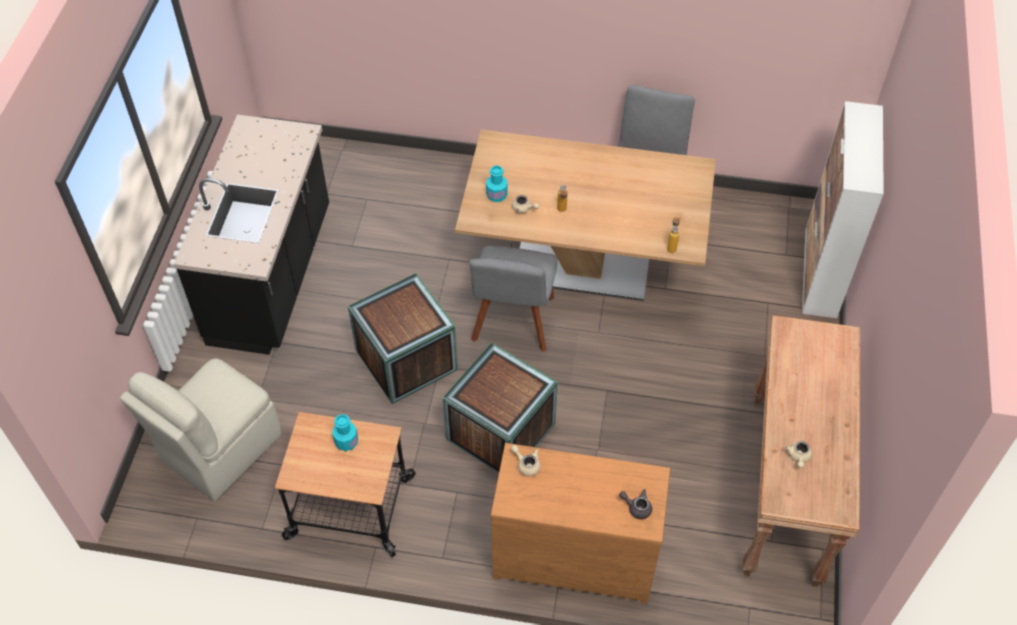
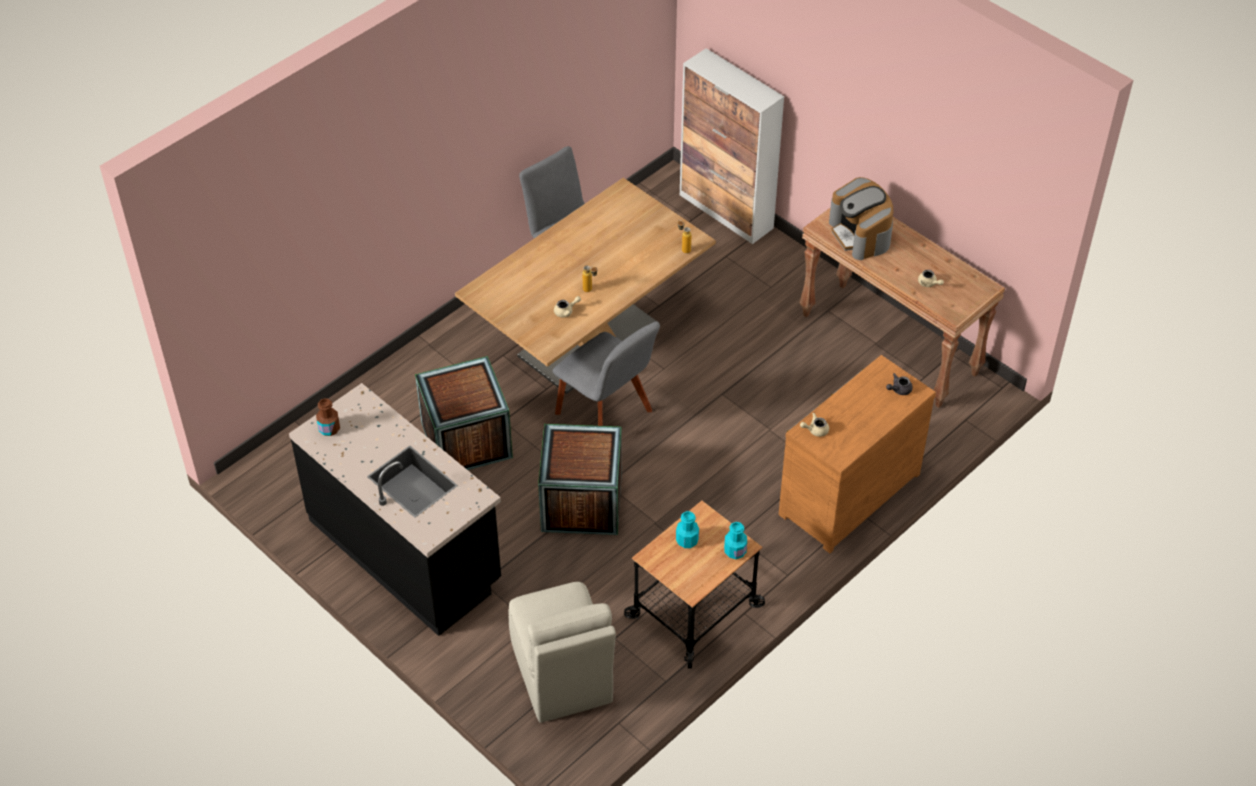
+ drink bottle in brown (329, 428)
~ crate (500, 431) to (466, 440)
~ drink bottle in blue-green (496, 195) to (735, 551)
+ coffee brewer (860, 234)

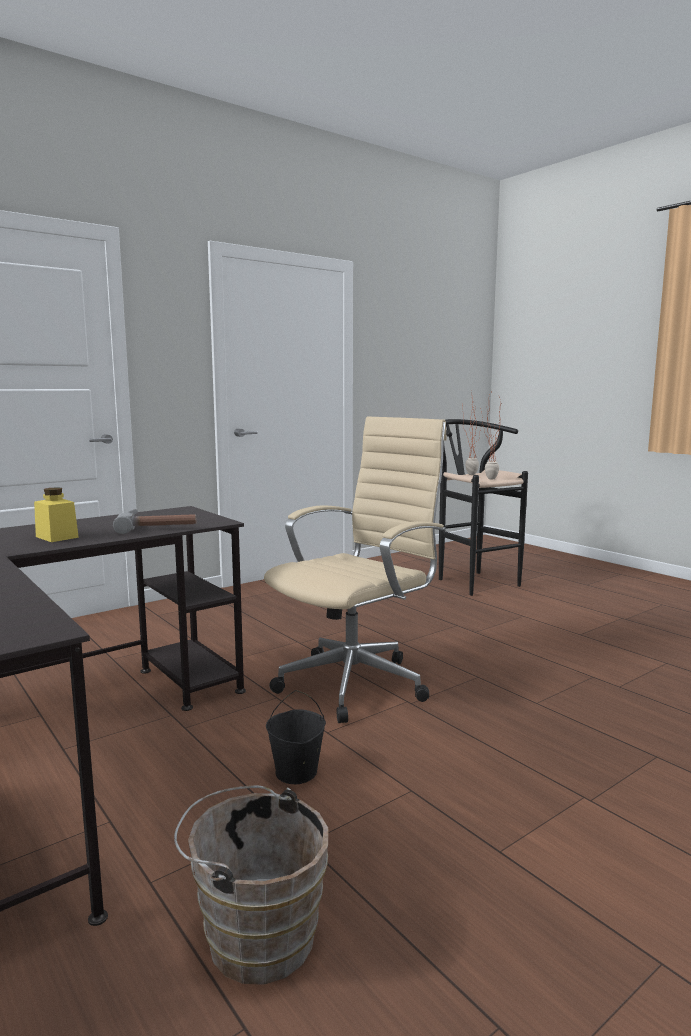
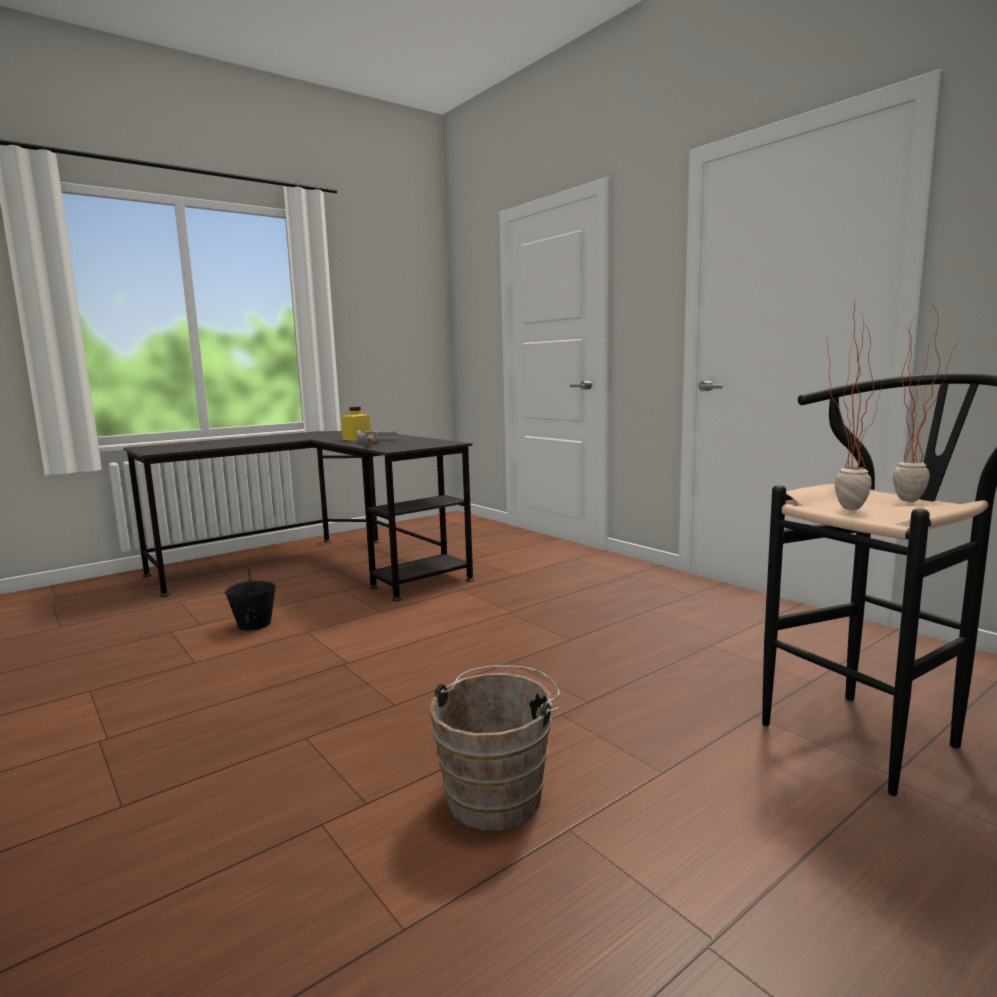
~ bucket in brown (254, 935) to (498, 794)
- computer chair in sand-coloured (357, 682)

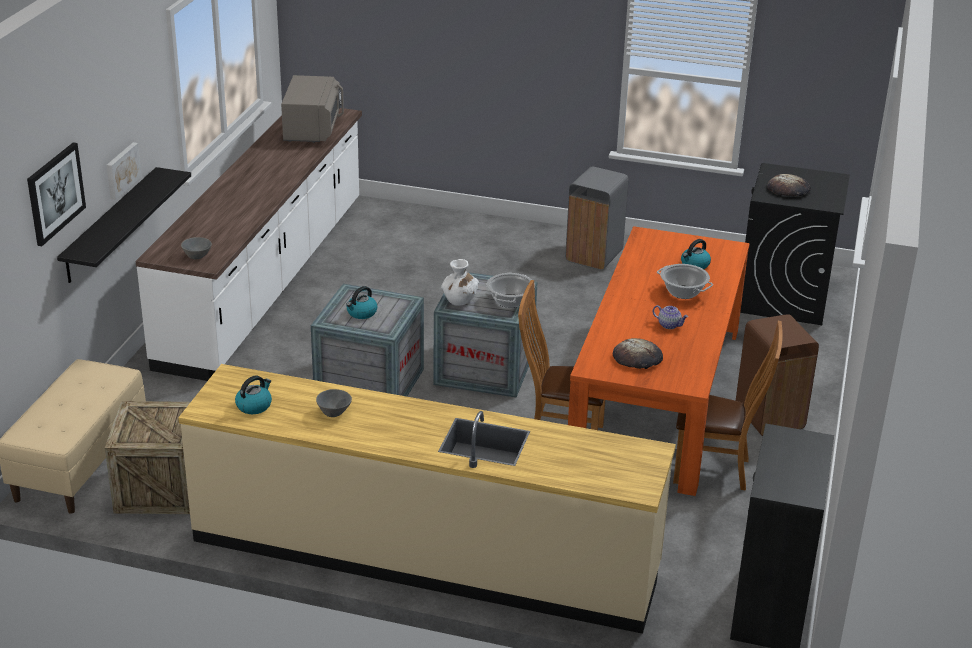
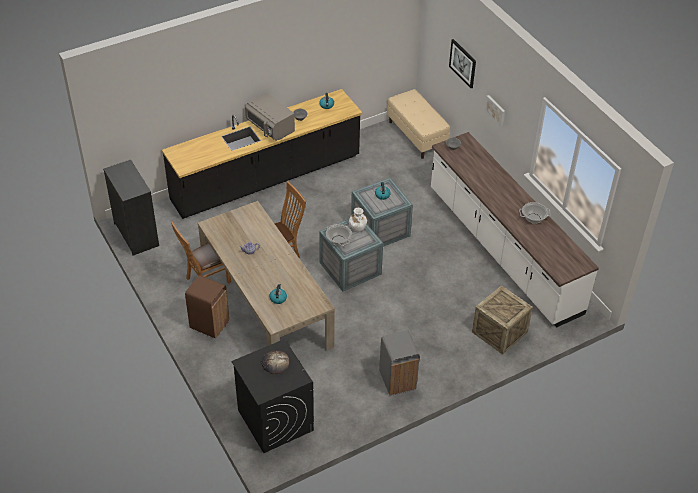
~ counter in sand-coloured (425, 555) to counter in blackish (266, 179)
~ dinner table in orange-coloured (657, 396) to dinner table in sand-coloured (266, 303)
~ kitchen microwave in grey (313, 129) to (270, 128)
~ crate (161, 489) to (499, 332)
~ cooking pot (683, 292) to (533, 218)
- bracket shelf in blackish (111, 225)
- baked bread (637, 358)

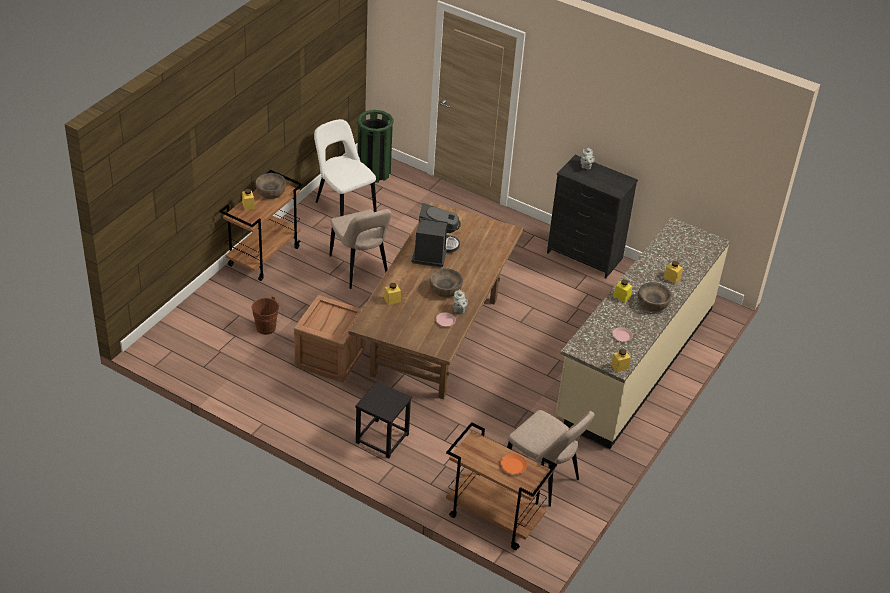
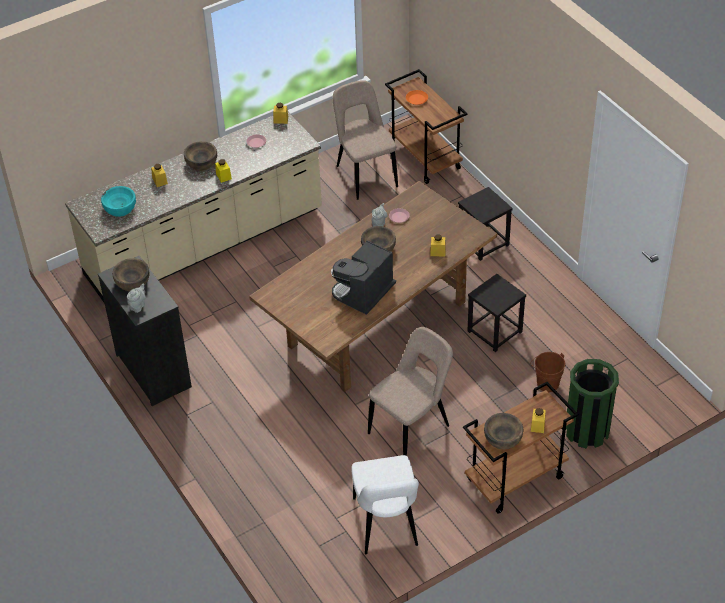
+ deep dish in blue-green (120, 208)
+ deep dish in brown (132, 281)
~ upright chair in sand-coloured (360, 269) = (412, 427) 45 degrees clockwise
~ crate (330, 357) to sitting stool in blackish (495, 332)
~ trash can in greenish (373, 172) to (587, 430)

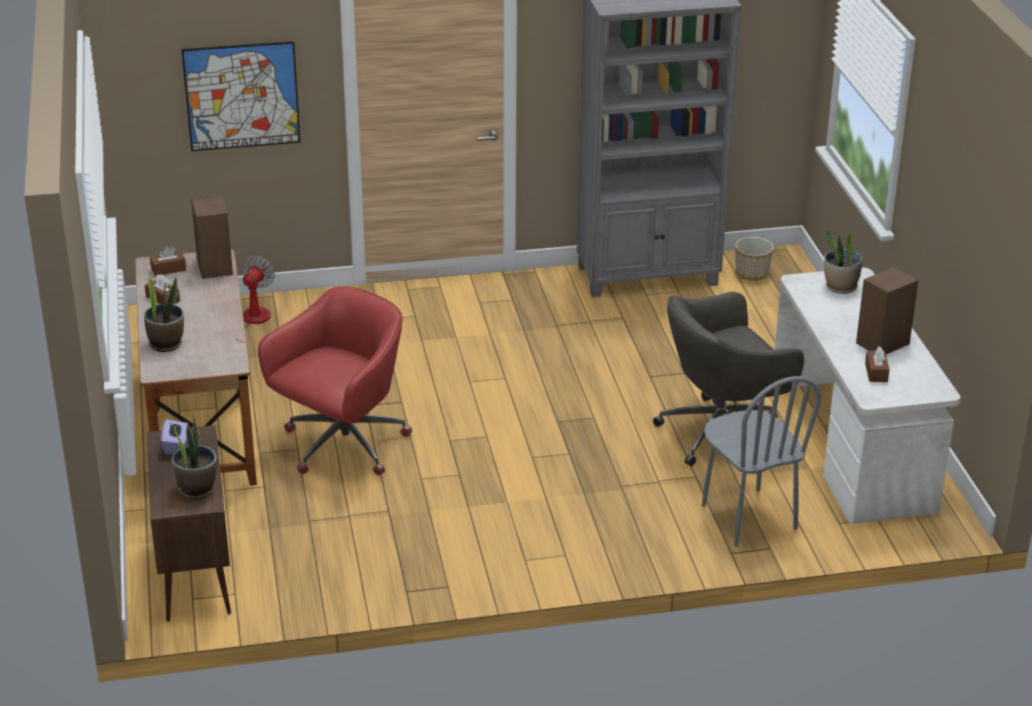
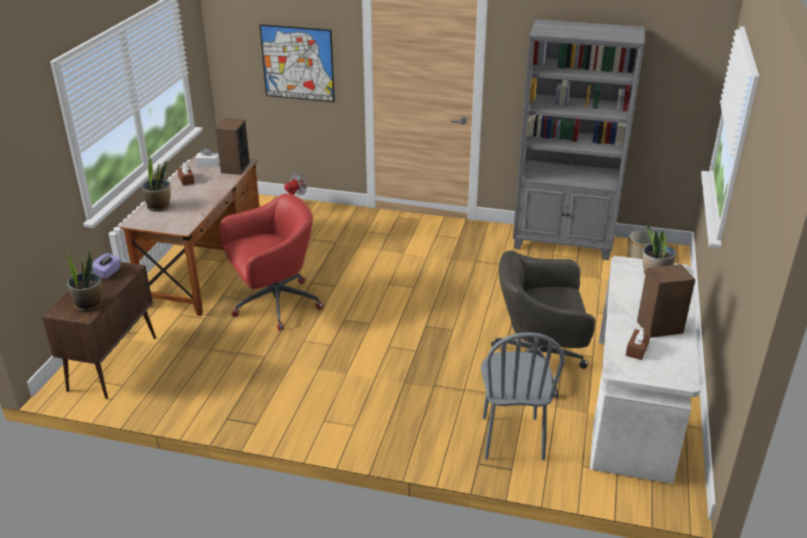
~ tissue box in brown (168, 269) to tissue box in whitish (208, 163)

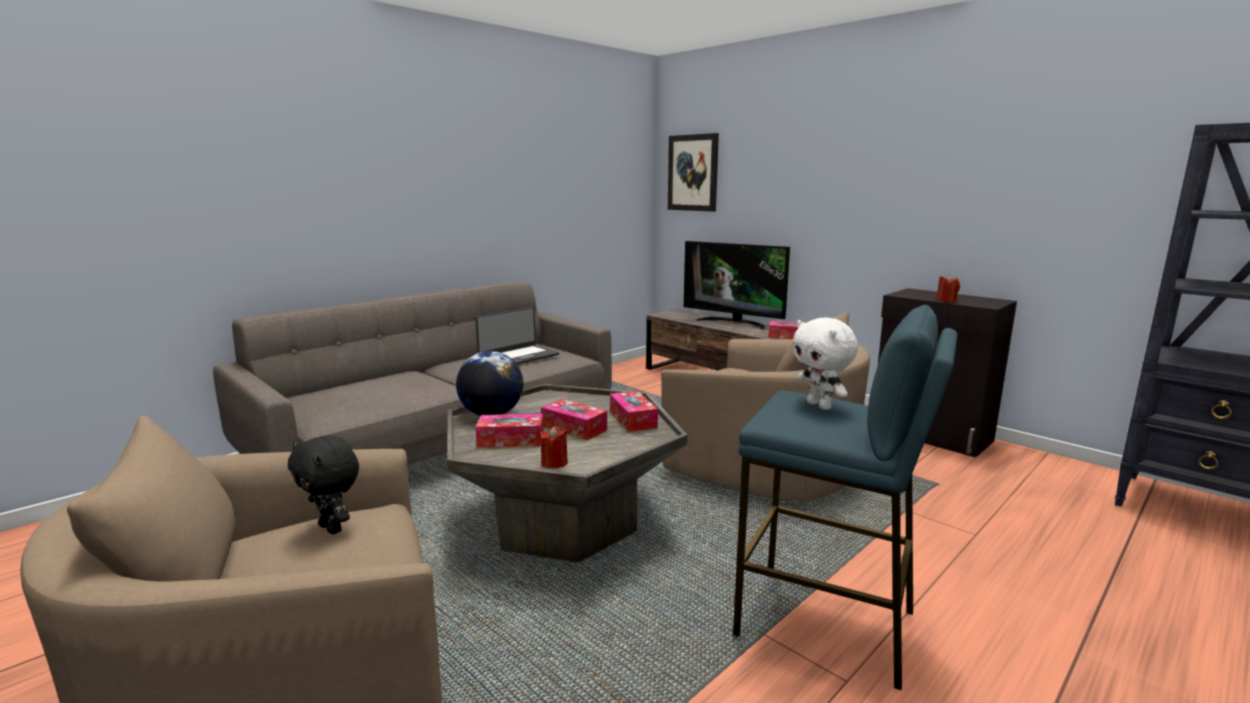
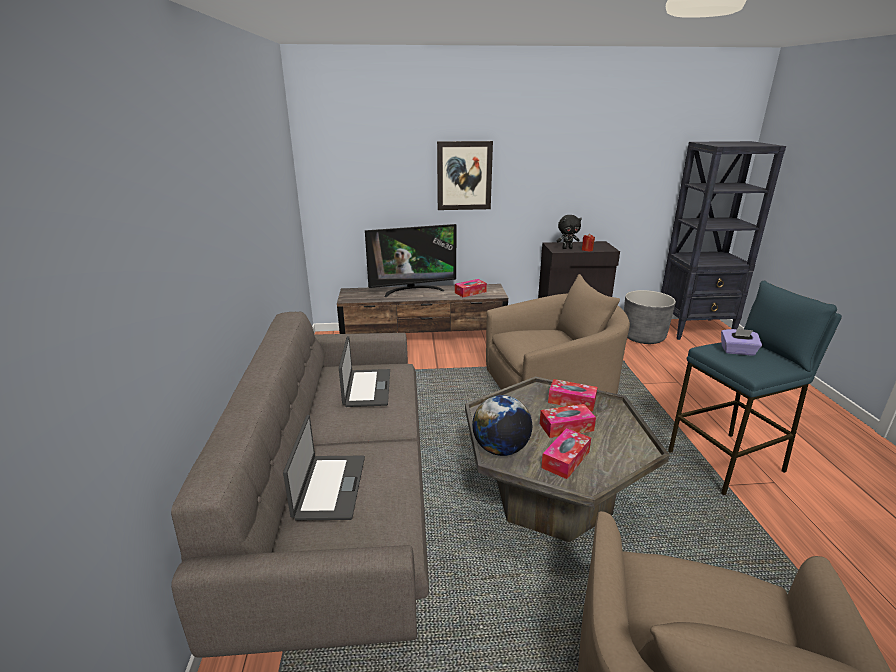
+ portable computer (329, 487)
~ wall picture (693, 173) to (464, 176)
~ soft toy in blackish (332, 528) to (567, 248)
+ planter in grey (643, 337)
~ soft toy in whitish (820, 406) to tissue box in purplish (737, 351)
- candle in red (554, 463)

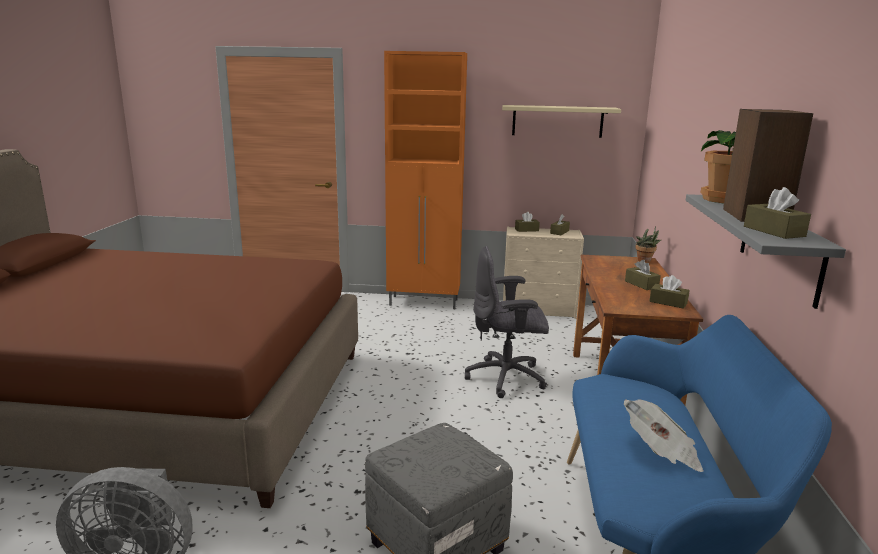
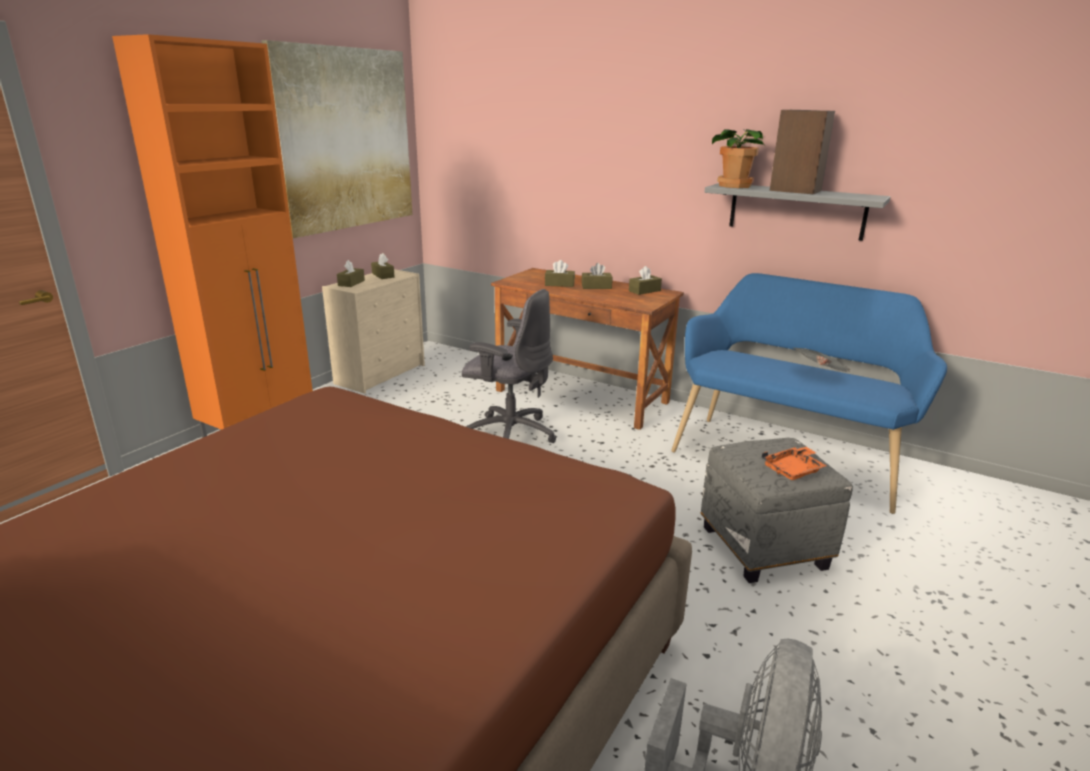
~ bracket shelf in sand-coloured (557, 121) to wall picture (344, 140)
~ computer chair in grey (507, 378) = (509, 434) 90 degrees counterclockwise
~ tissue box in brown (773, 231) to (559, 284)
+ carrying tray in orange-coloured (793, 470)
- potted plant (645, 261)

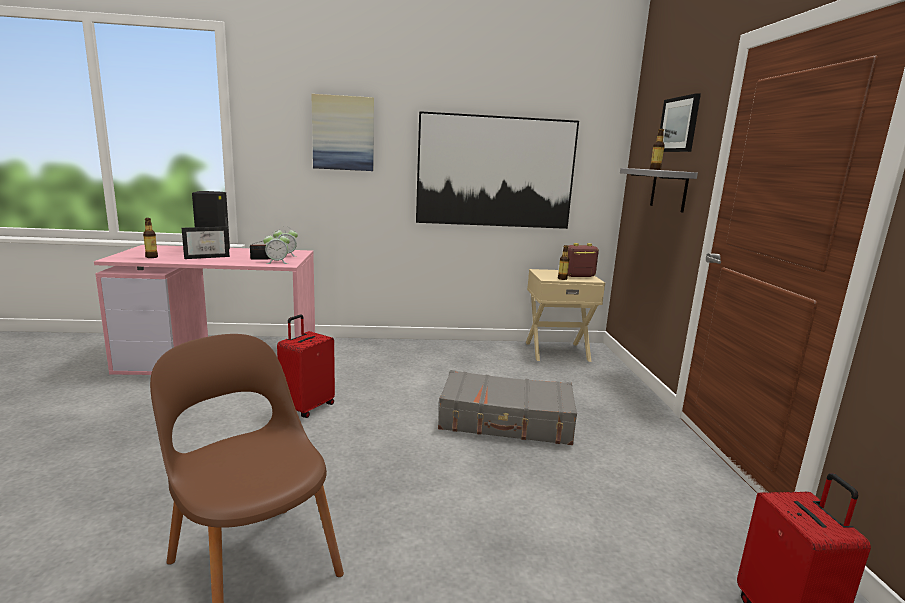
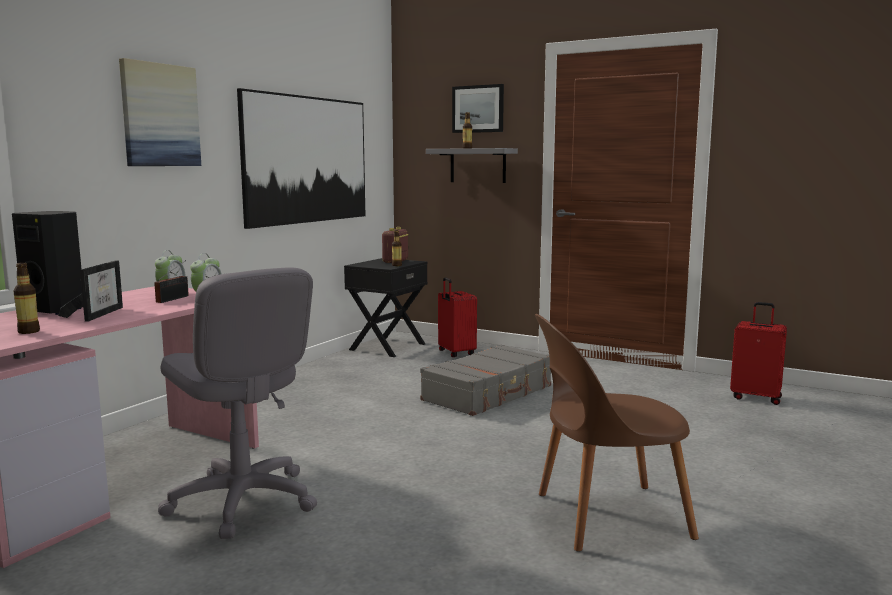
+ computer chair in grey (242, 501)
~ night table in sand-coloured (556, 351) to night table in blackish (386, 347)
~ piece of luggage in red (307, 407) to (455, 353)

